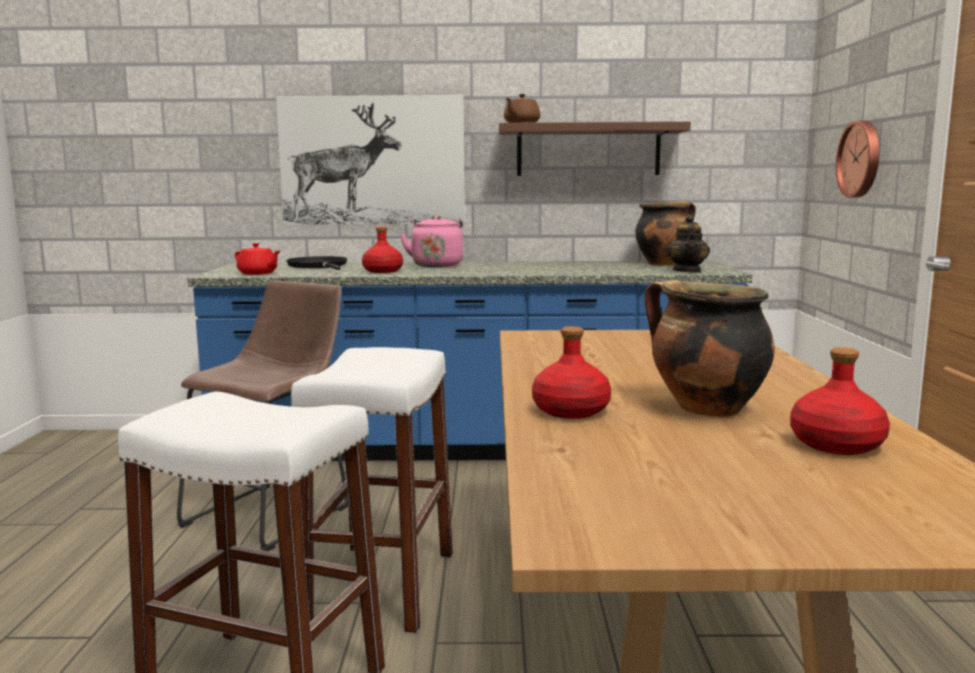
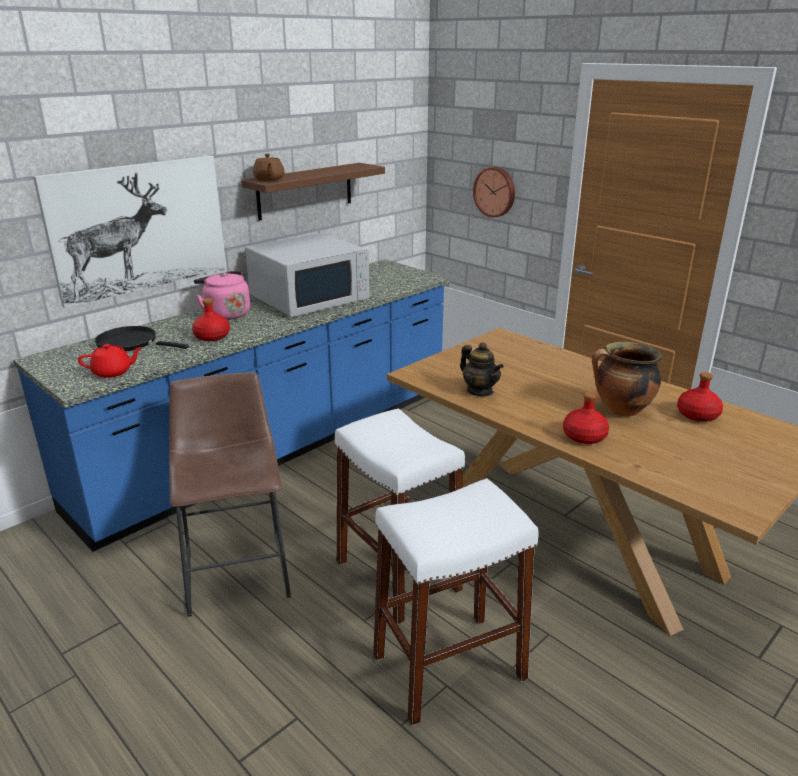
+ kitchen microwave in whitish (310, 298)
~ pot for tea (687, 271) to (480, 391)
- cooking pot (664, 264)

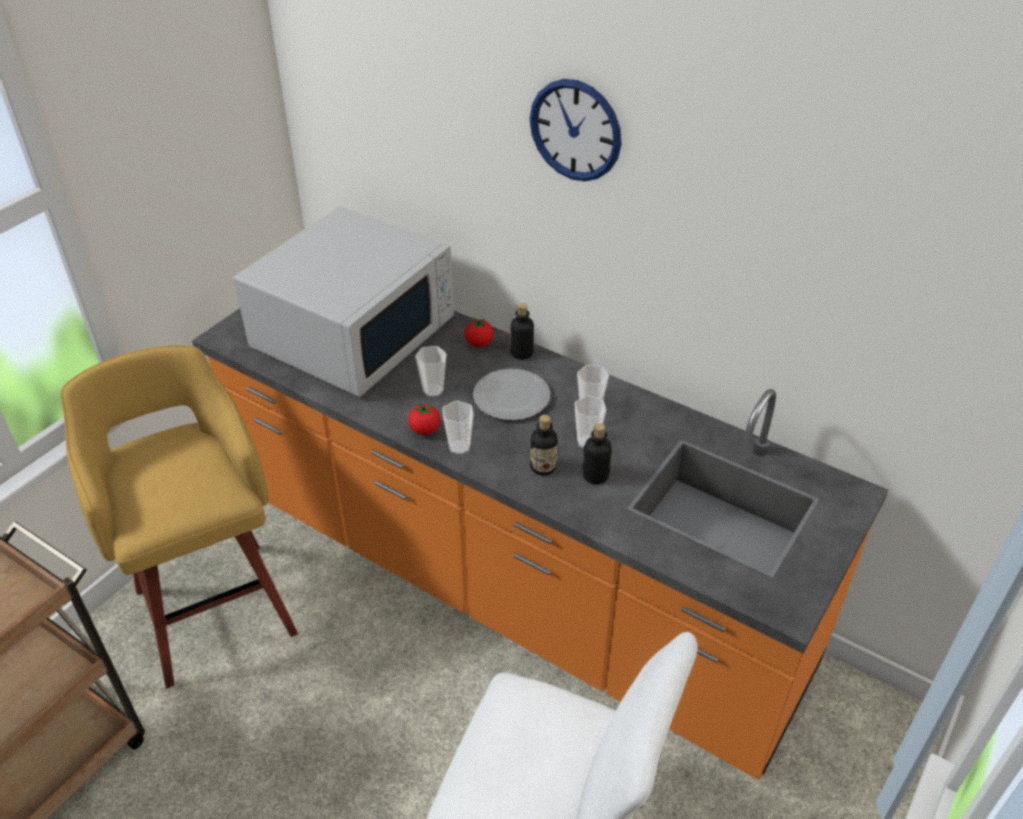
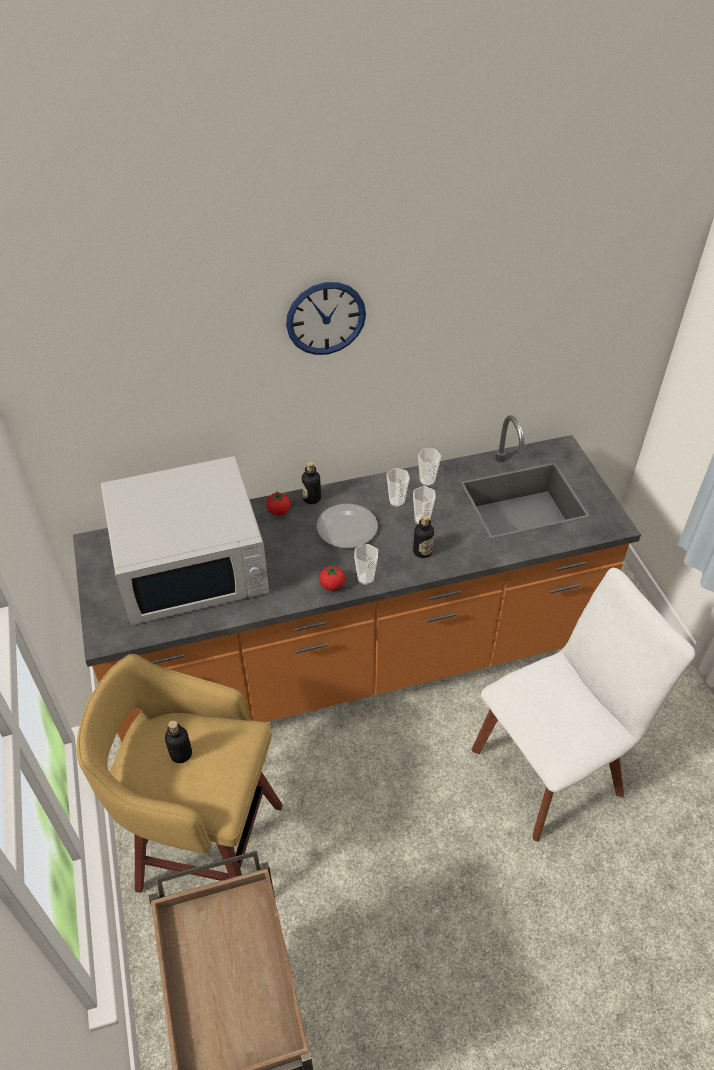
~ kitchen microwave in whitish (355, 332) = (192, 564) 90 degrees clockwise
~ drink bottle (595, 476) to (181, 754)
~ small cup (433, 390) to (427, 481)

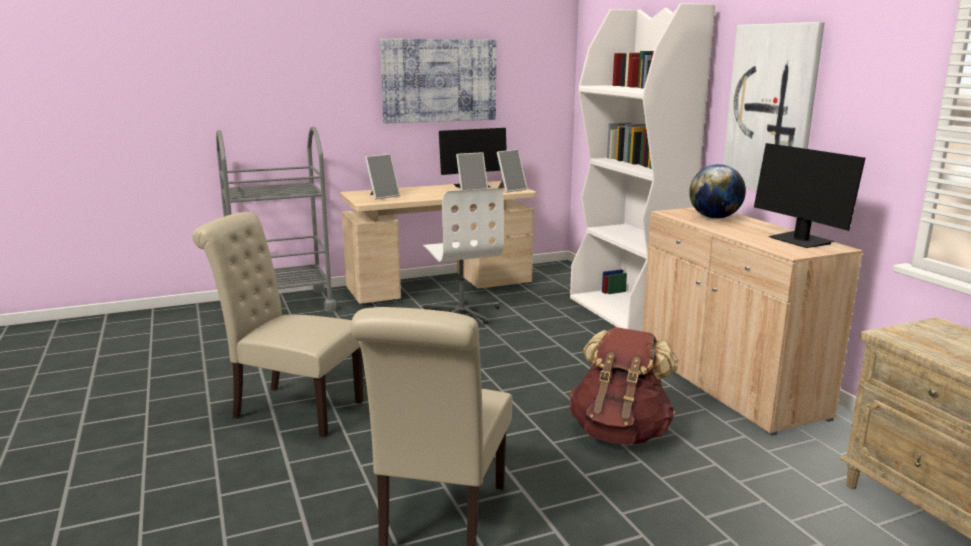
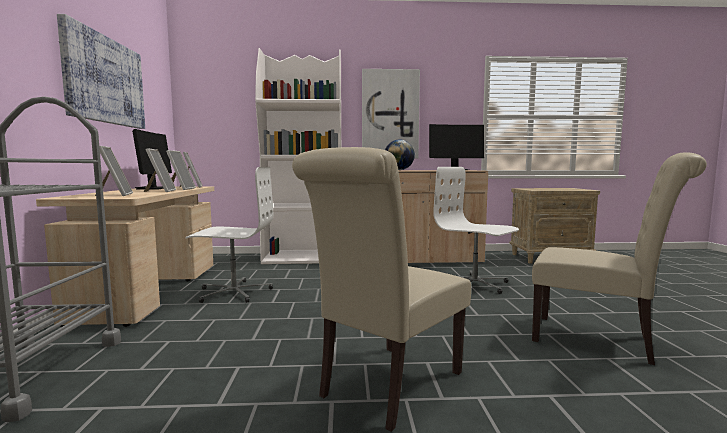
+ picture frame (160, 191)
~ knapsack in brown (620, 432) to computer chair in whitish (474, 284)

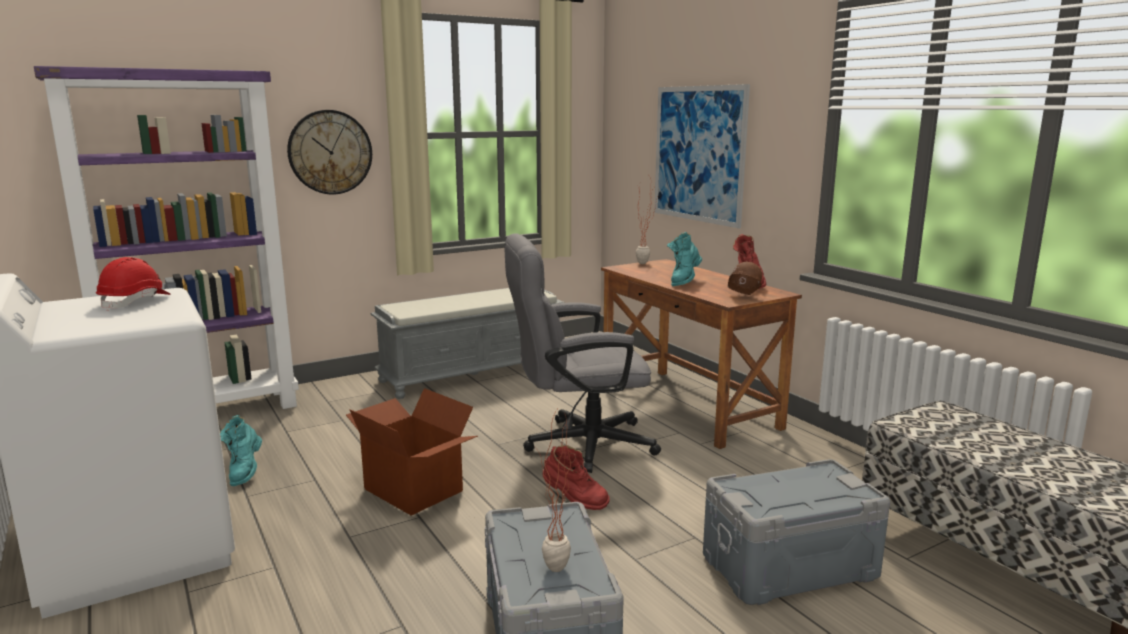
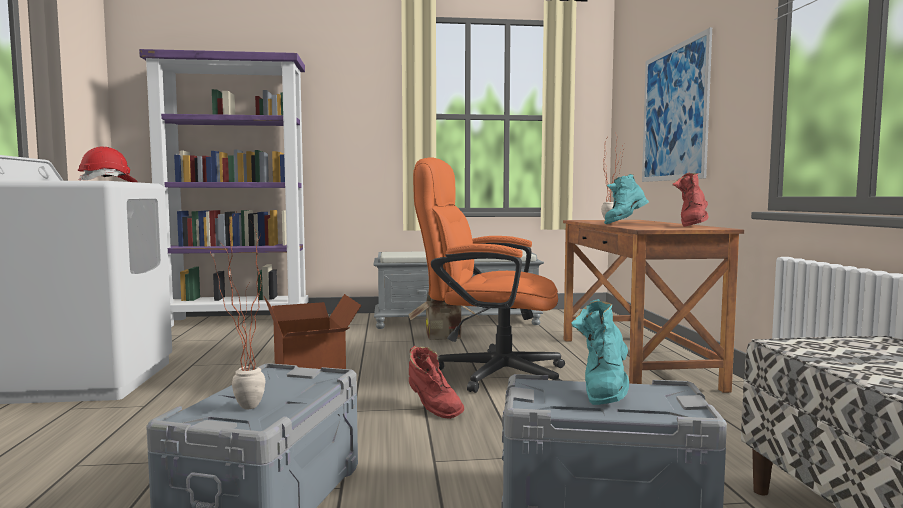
+ packing box (445, 338)
~ computer chair in grey (578, 445) to computer chair in orange-coloured (488, 373)
~ tall boot in blue-green (245, 472) to (604, 391)
- wall clock (330, 152)
- work helmet in brown (743, 297)

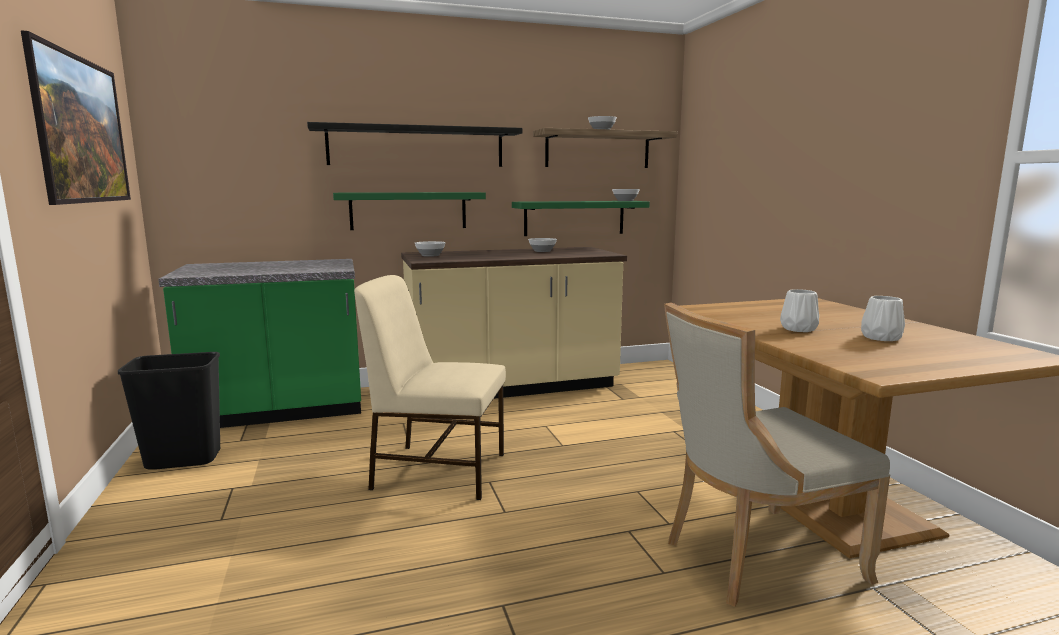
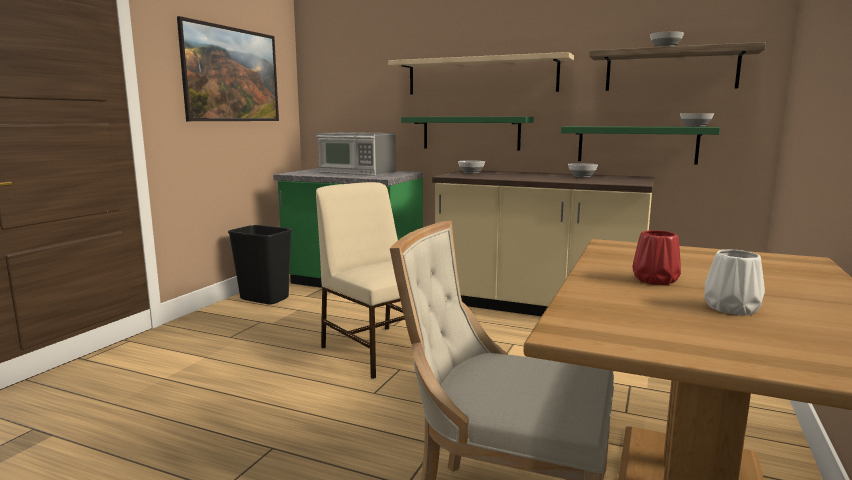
+ kitchen microwave (357, 172)
~ bracket shelf in blackish (417, 146) to bracket shelf in sand-coloured (481, 76)
~ flower vase in whitish (797, 329) to flower vase in red (653, 280)

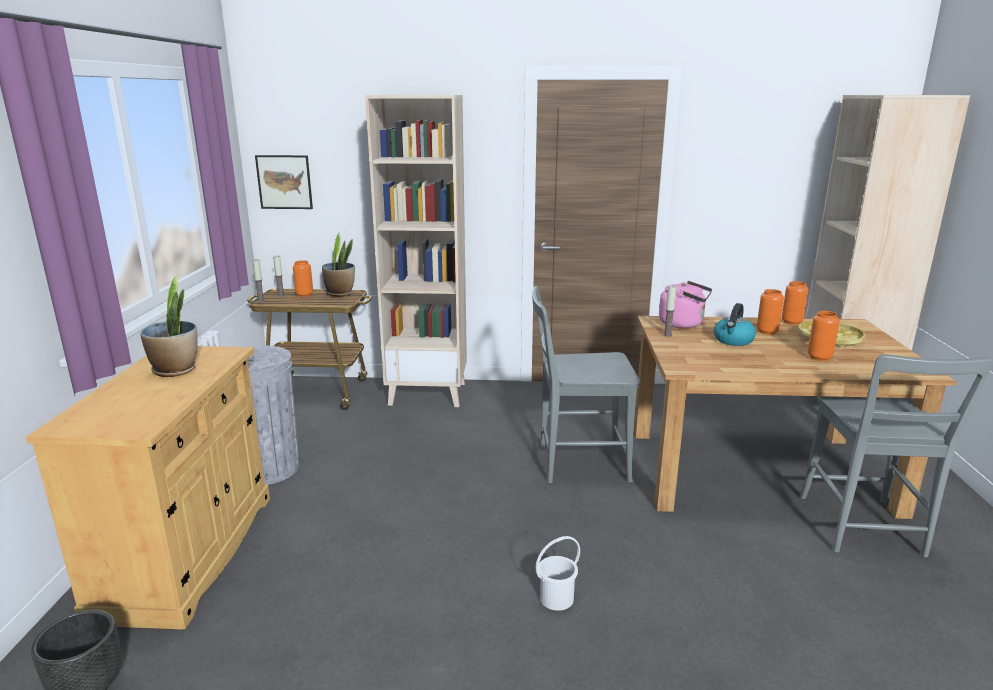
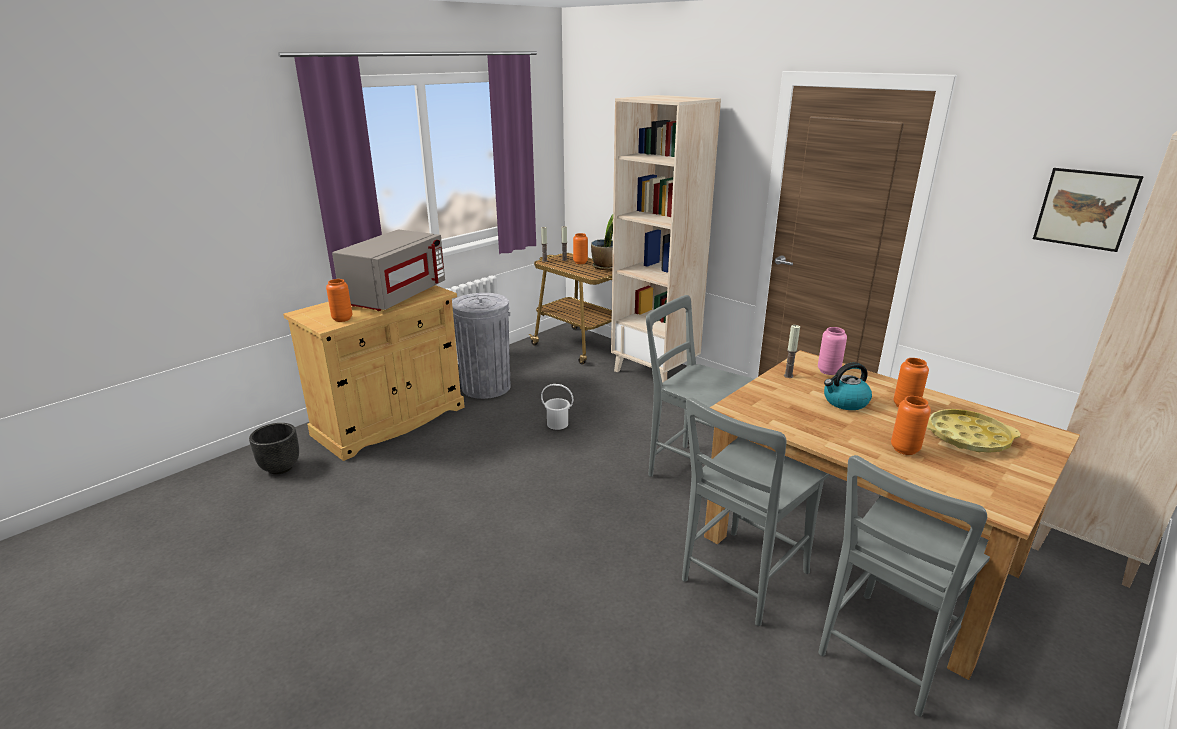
~ flower vase in orange-coloured (791, 322) to (342, 319)
~ potted plant (176, 370) to kitchen microwave in grey (395, 296)
~ bucket in whitish (556, 598) to (557, 424)
+ upright chair in grey (740, 579)
~ kettle in pink (683, 324) to flower vase in pink (828, 371)
~ wall picture (284, 182) to (1085, 209)

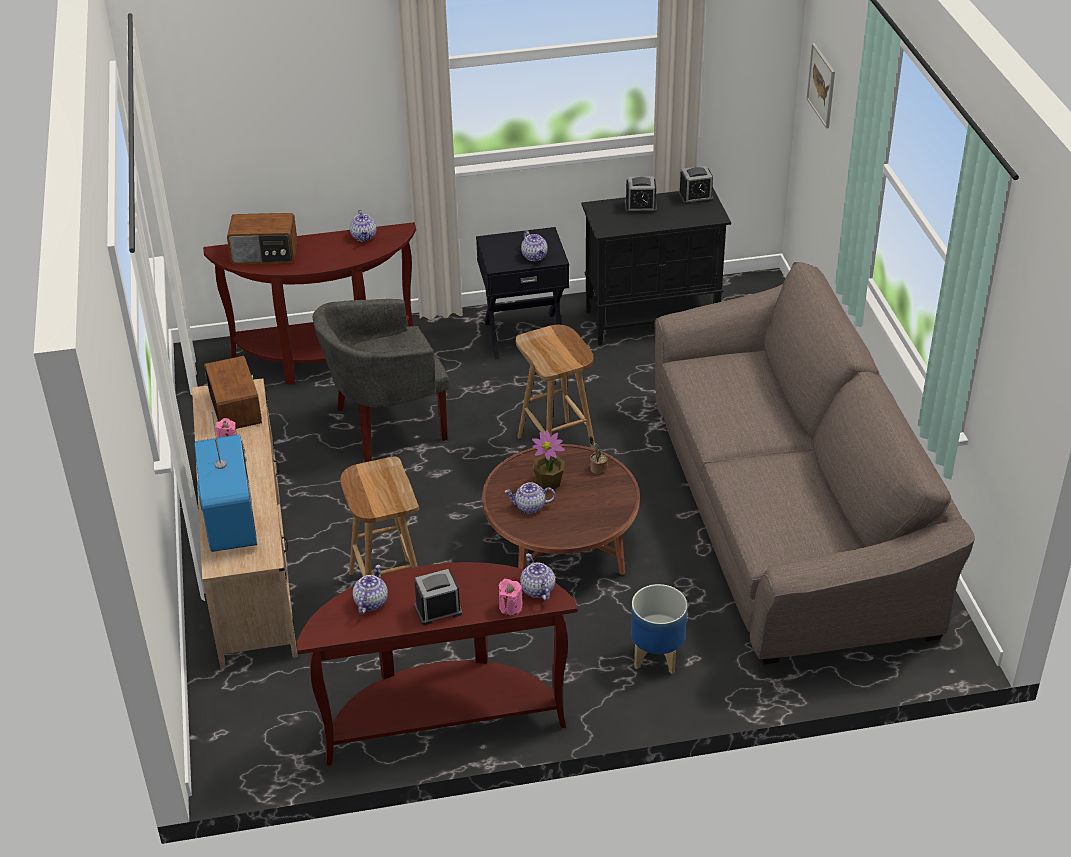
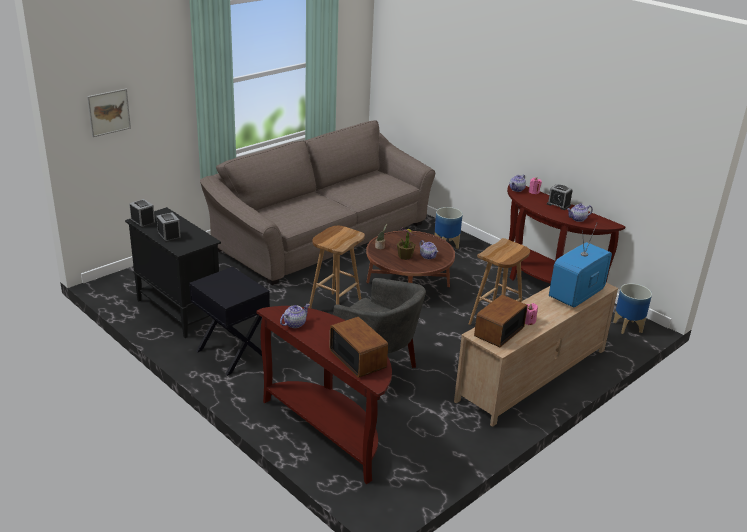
+ planter (628, 327)
- pot for tea (535, 256)

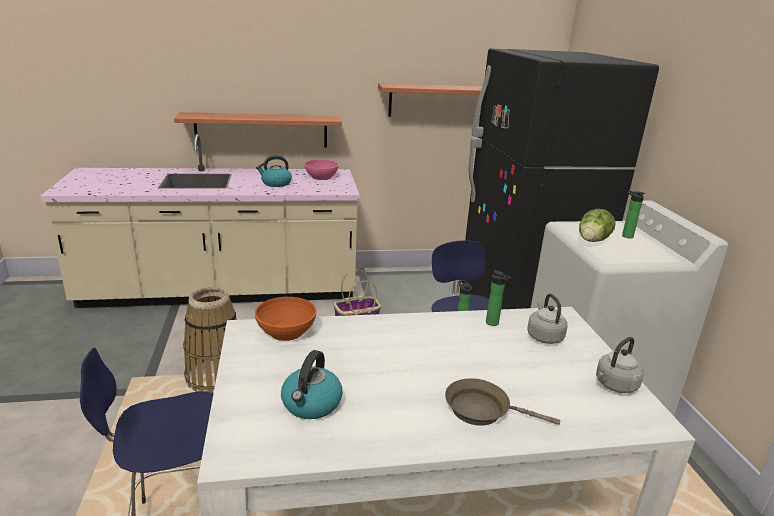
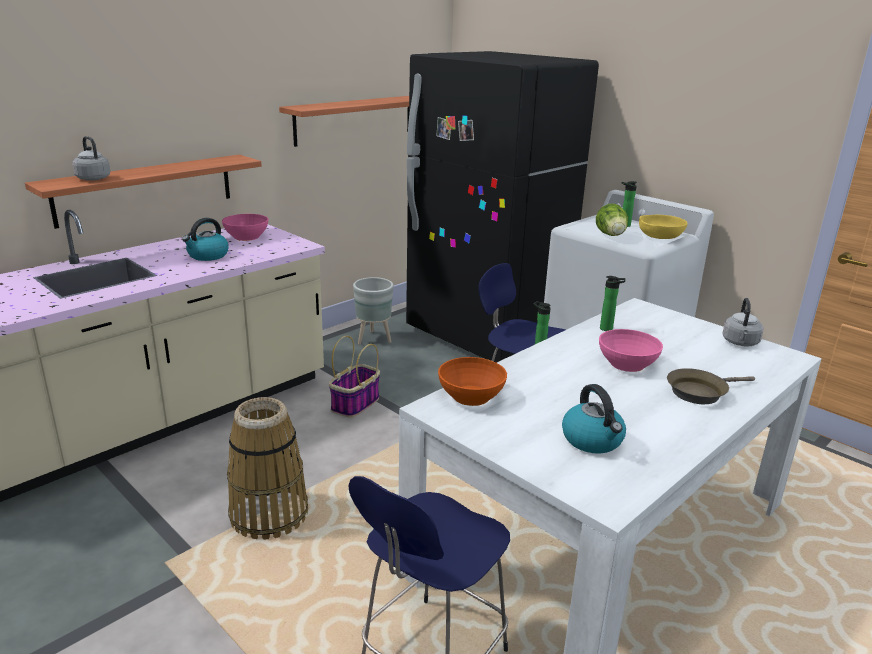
~ kettle in grey (544, 336) to (92, 178)
+ planter in grey (374, 339)
+ deep dish in pink (626, 364)
+ deep dish in yellow (660, 237)

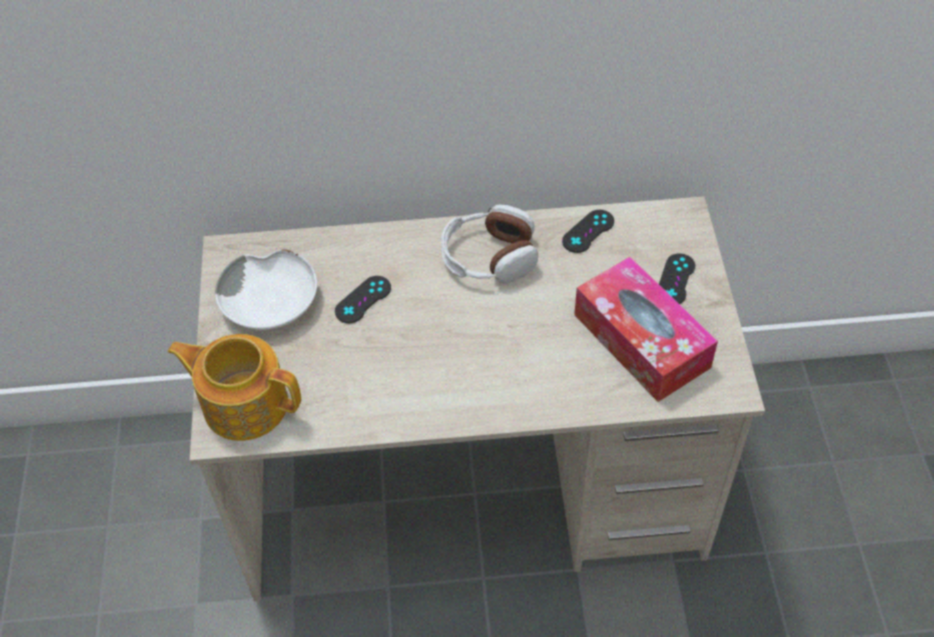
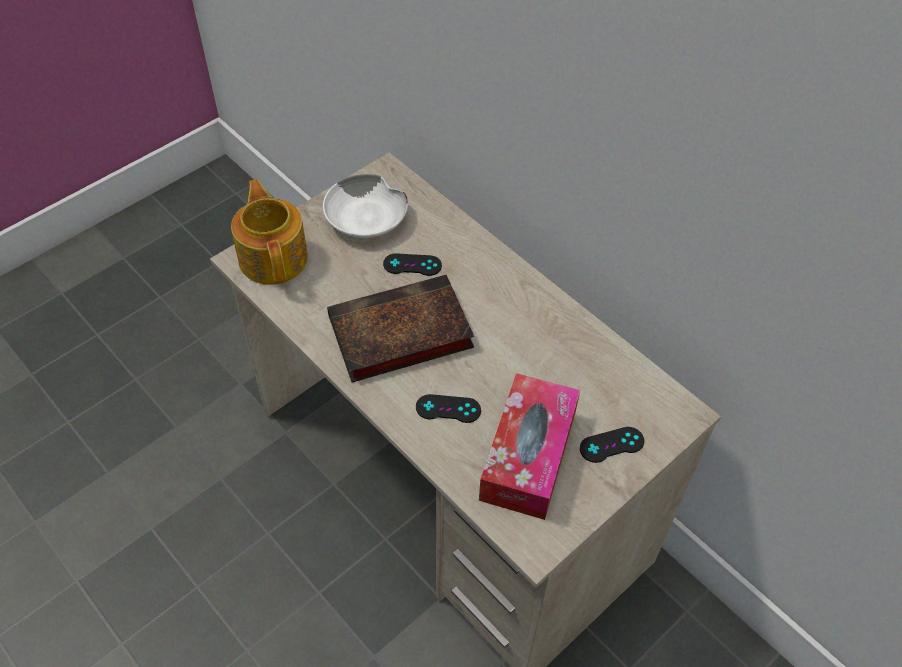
+ volume (397, 335)
~ gamepad in blackish (588, 231) to (448, 409)
- headset (489, 257)

